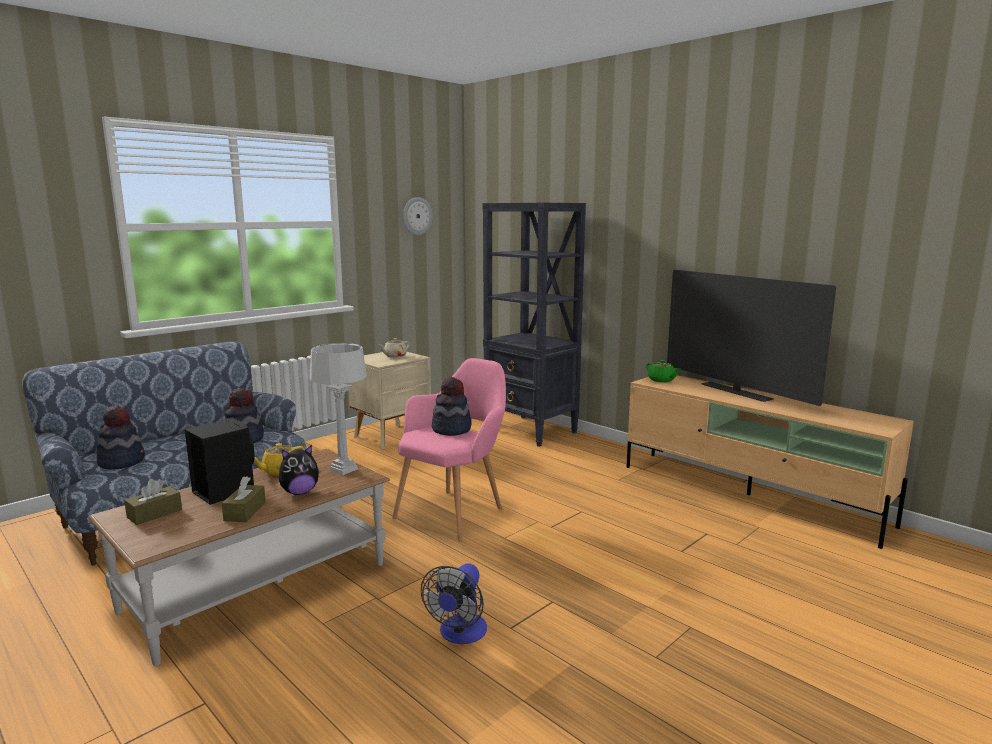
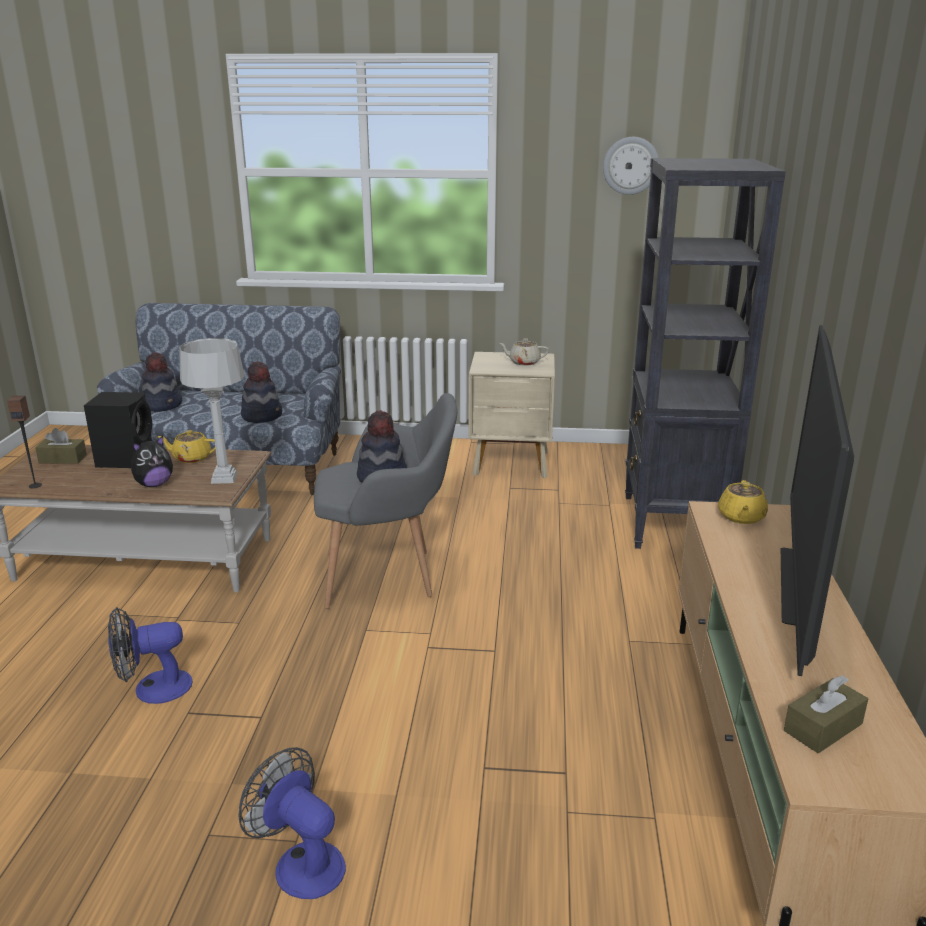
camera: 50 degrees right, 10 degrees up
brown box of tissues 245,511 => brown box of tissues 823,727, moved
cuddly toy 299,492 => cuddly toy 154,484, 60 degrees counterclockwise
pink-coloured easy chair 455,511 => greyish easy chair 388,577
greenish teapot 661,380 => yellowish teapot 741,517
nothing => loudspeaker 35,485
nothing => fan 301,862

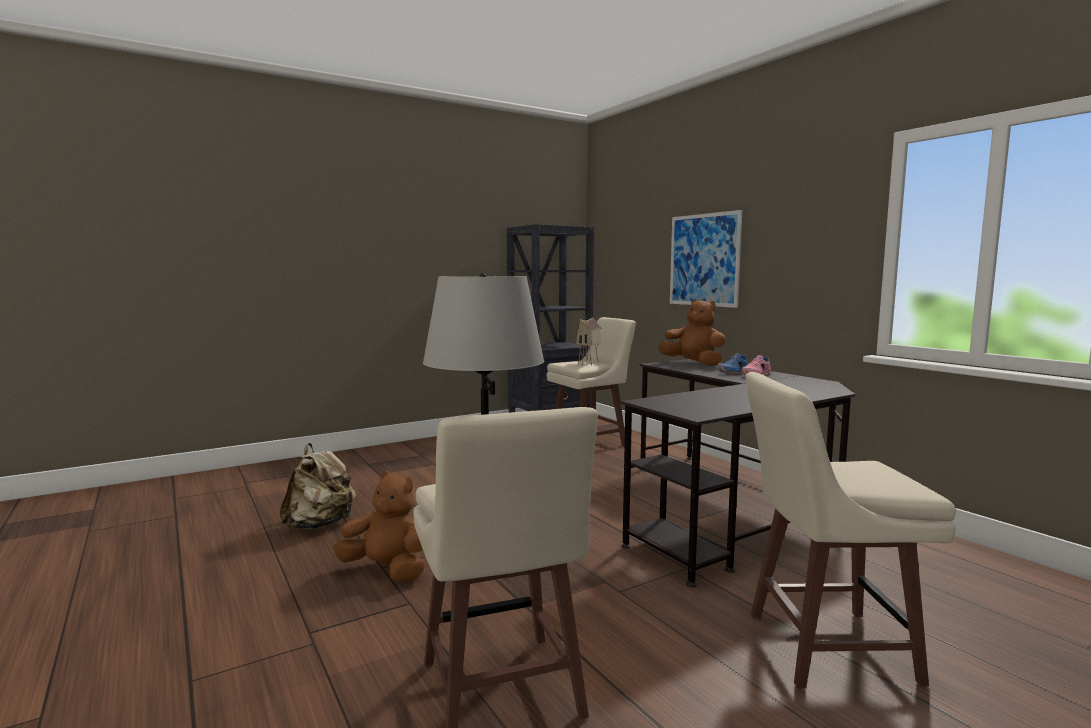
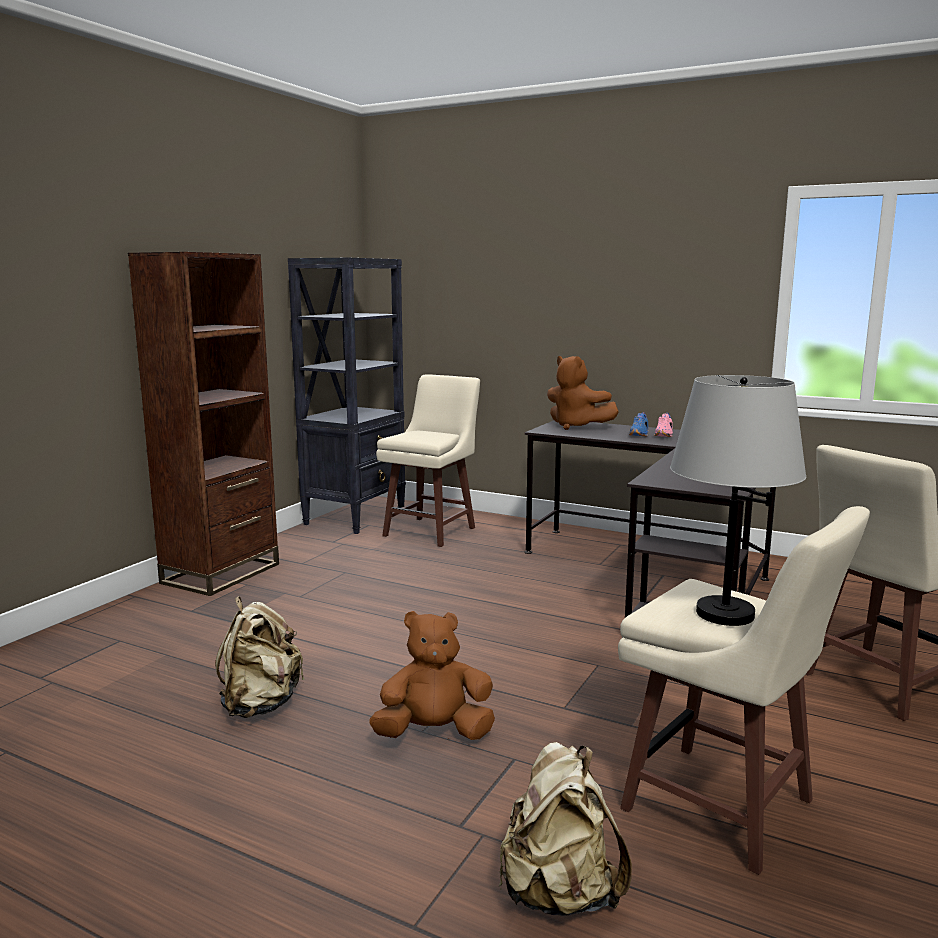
camera: 30 degrees left, 5 degrees up
model house 589,363 => nothing
brown cuddly toy 693,364 => brown cuddly toy 576,426, 150 degrees counterclockwise
wall picture 704,260 => nothing
nothing => brown bookshelf 221,573
nothing => sand-coloured backpack 559,893

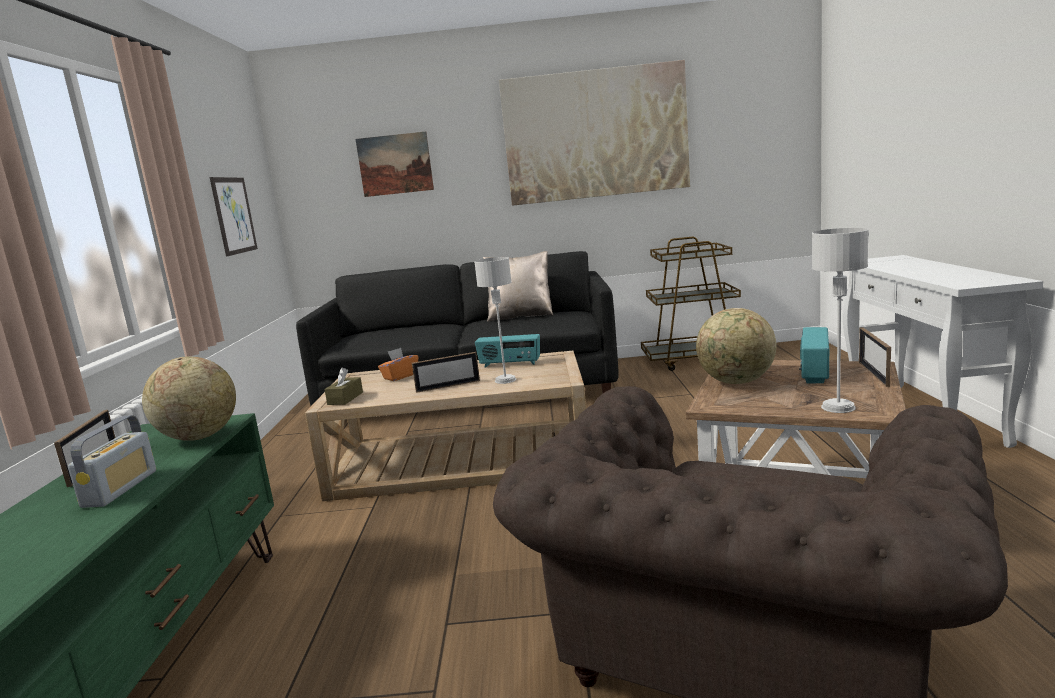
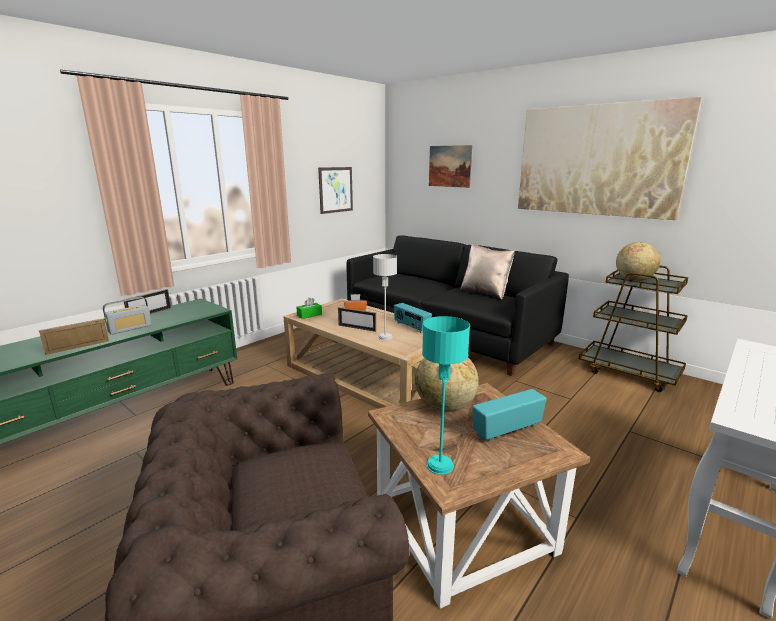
camera: 40 degrees right, 5 degrees up
desk globe 199,437 => desk globe 633,280, moved
brown box of tissues 345,398 => greenish box of tissues 309,315
greyish lamp for a table 838,407 => blue-green lamp for a table 440,465
photo frame 873,374 => photo frame 78,347, moved

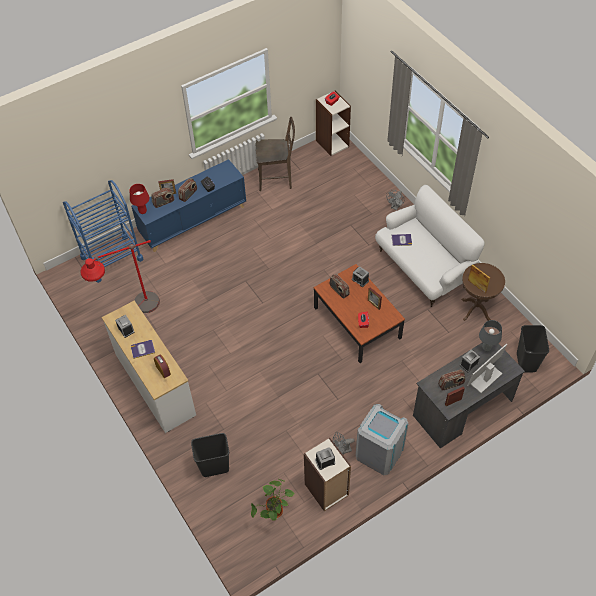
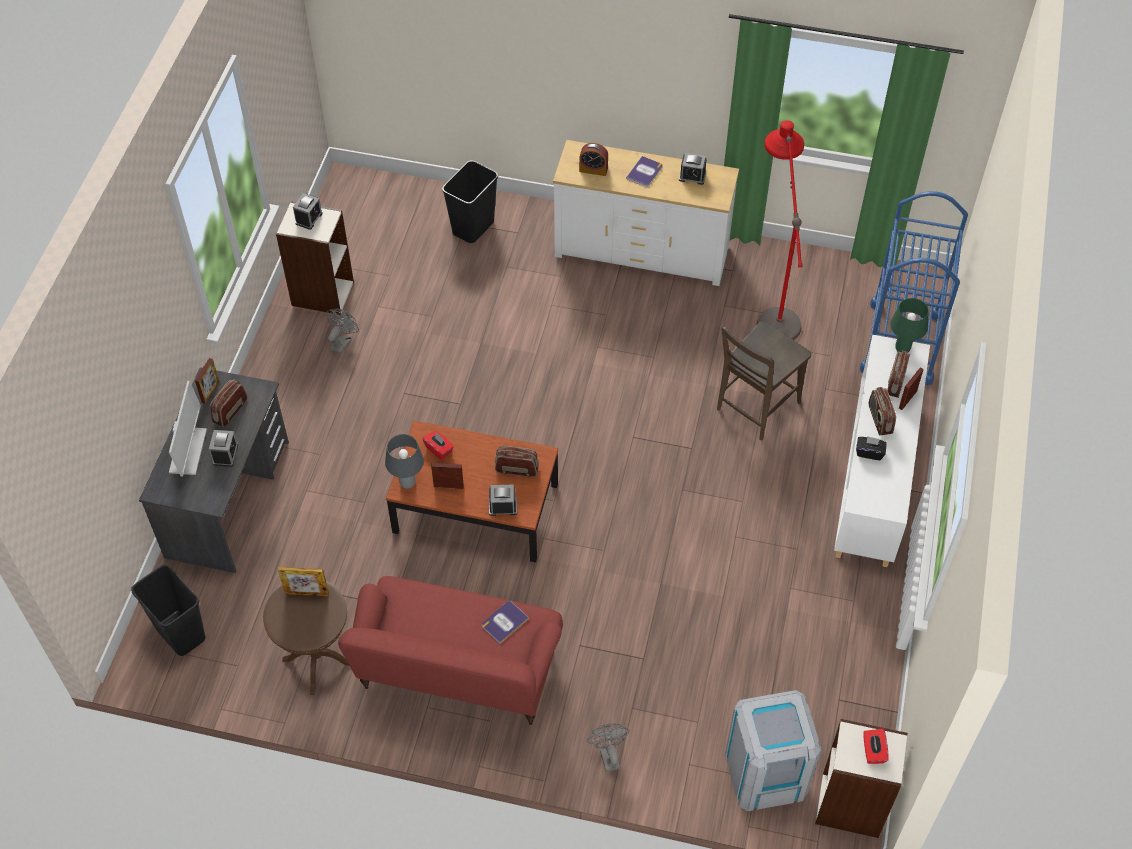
camera: 135 degrees right, 0 degrees up
red lamp for a table 143,211 => greenish lamp for a table 902,349
bluish cabinet 193,221 => white-coloured cabinet 874,476
potted plant 274,513 => nothing
brown chair 277,179 => brown chair 755,408, moved
greyish waste bin 379,452 => greyish waste bin 766,773, moved
white-coloured sofa 423,268 => red sofa 458,672
greyish lamp for a table 486,347 => greyish lamp for a table 407,483, moved

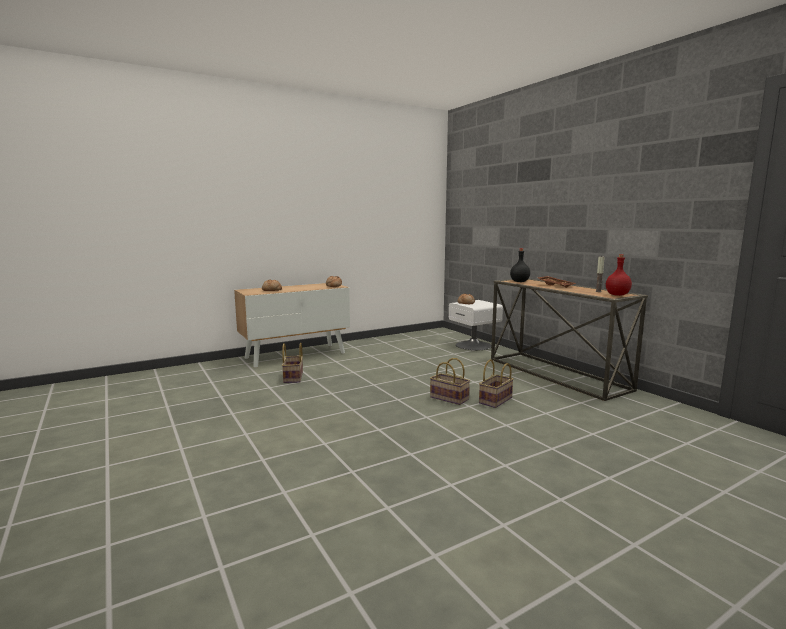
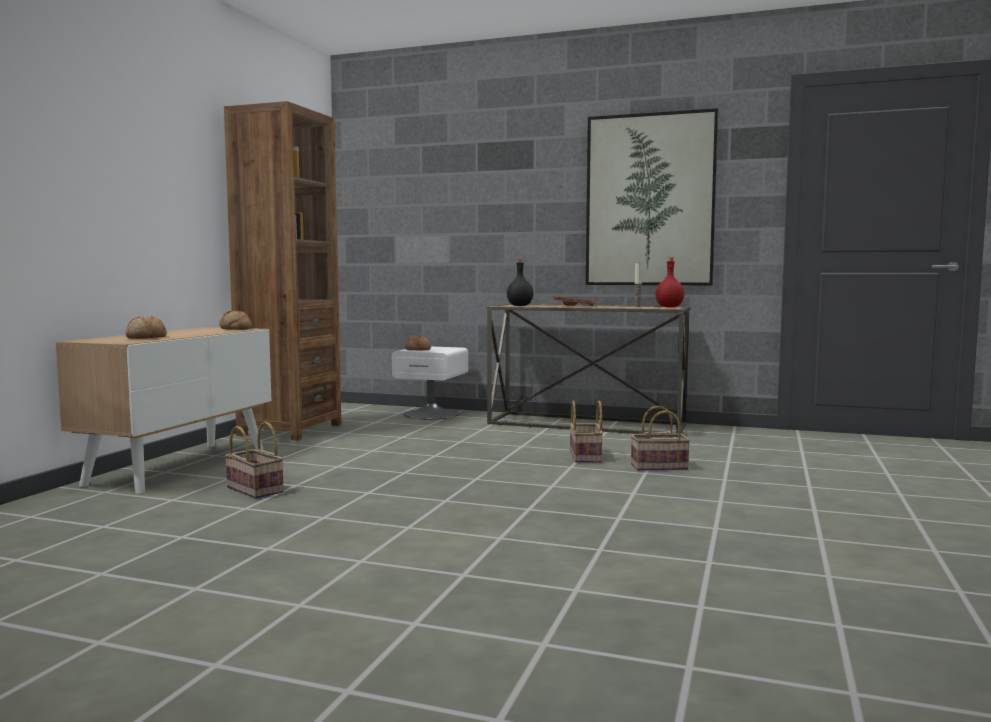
camera: 40 degrees left, 5 degrees down
household basket 448,398 => household basket 658,467, moved
nothing => brown bookshelf 290,430
nothing => wall picture 650,200

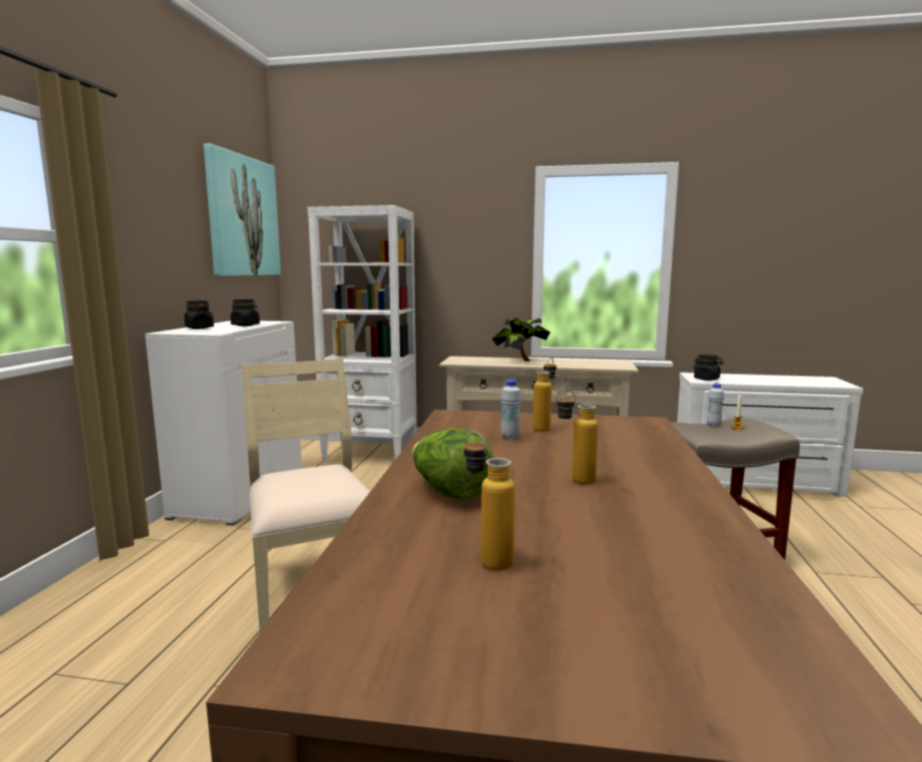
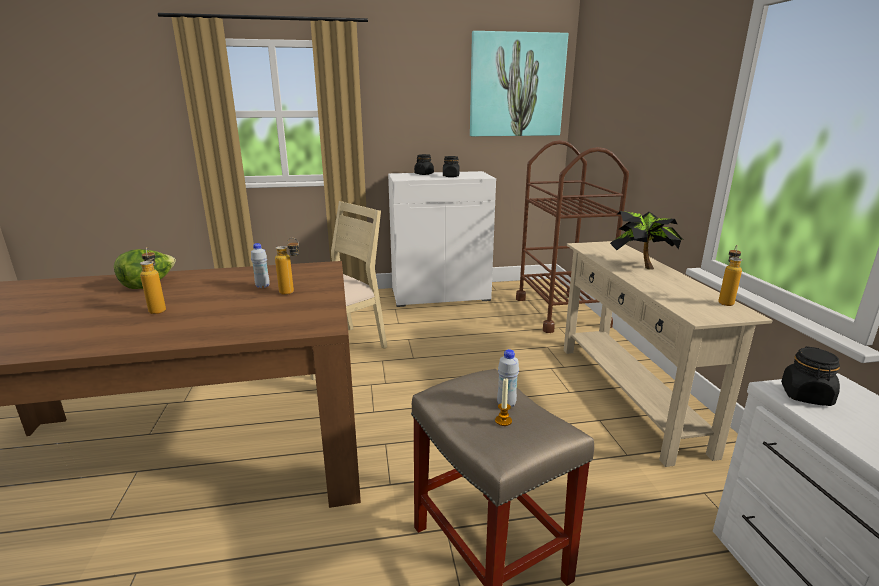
camera: 70 degrees right, 10 degrees up
white-coloured bookshelf 371,454 => brown wheeled cart 561,312
drink bottle 486,559 => drink bottle 725,301, moved

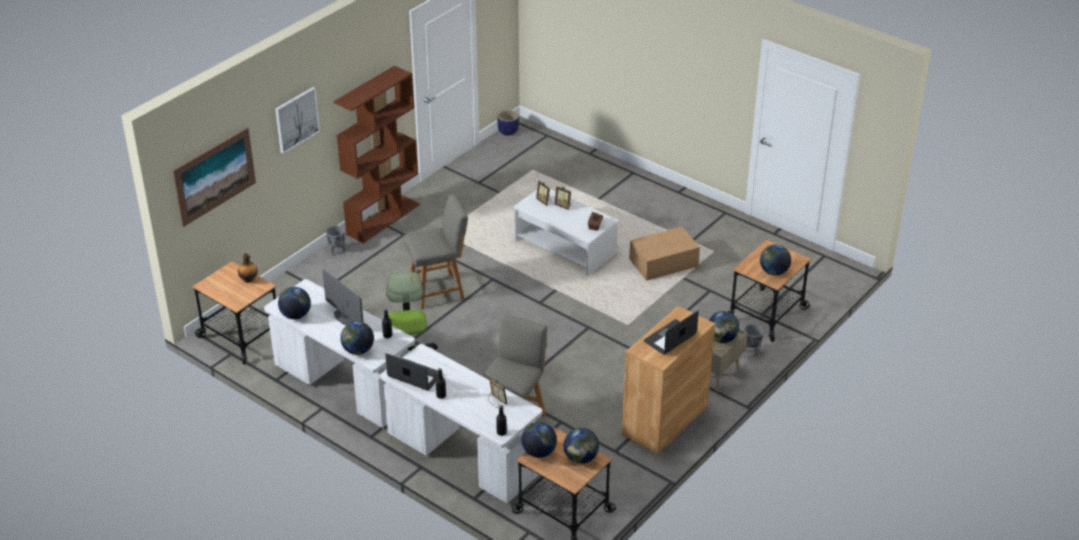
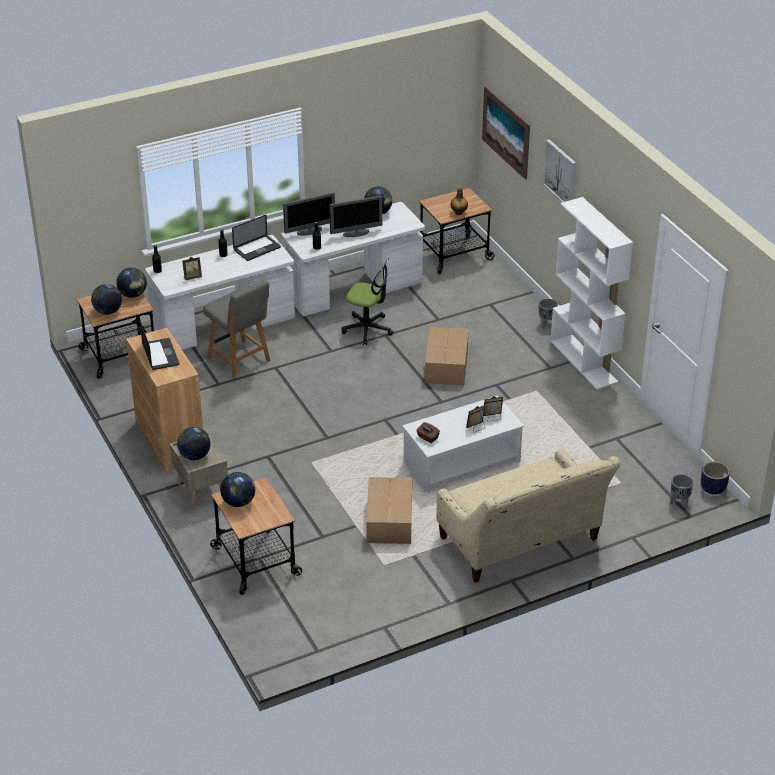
camera: 115 degrees right, 0 degrees up
brown bookshelf 383,219 => white-coloured bookshelf 584,361
desk globe 358,350 => monitor 309,231
greyish chair 438,290 => cardboard box 445,366
greyish planter 751,351 => greyish planter 679,503, moved
nothing => sand-coloured sofa 522,543

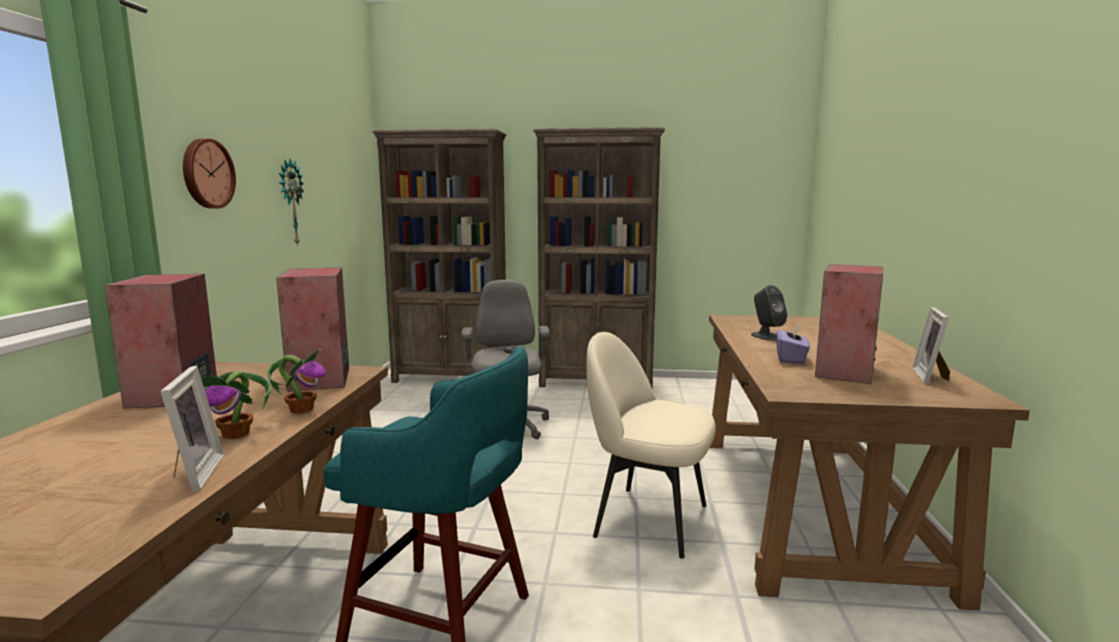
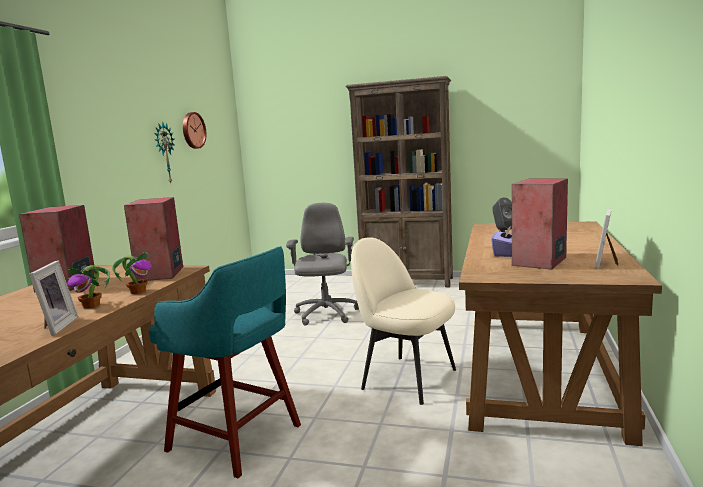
camera: 10 degrees right, 0 degrees up
clock on the wall 206,173 => clock on the wall 192,130, moved
brown bookshelf 451,378 => nothing

